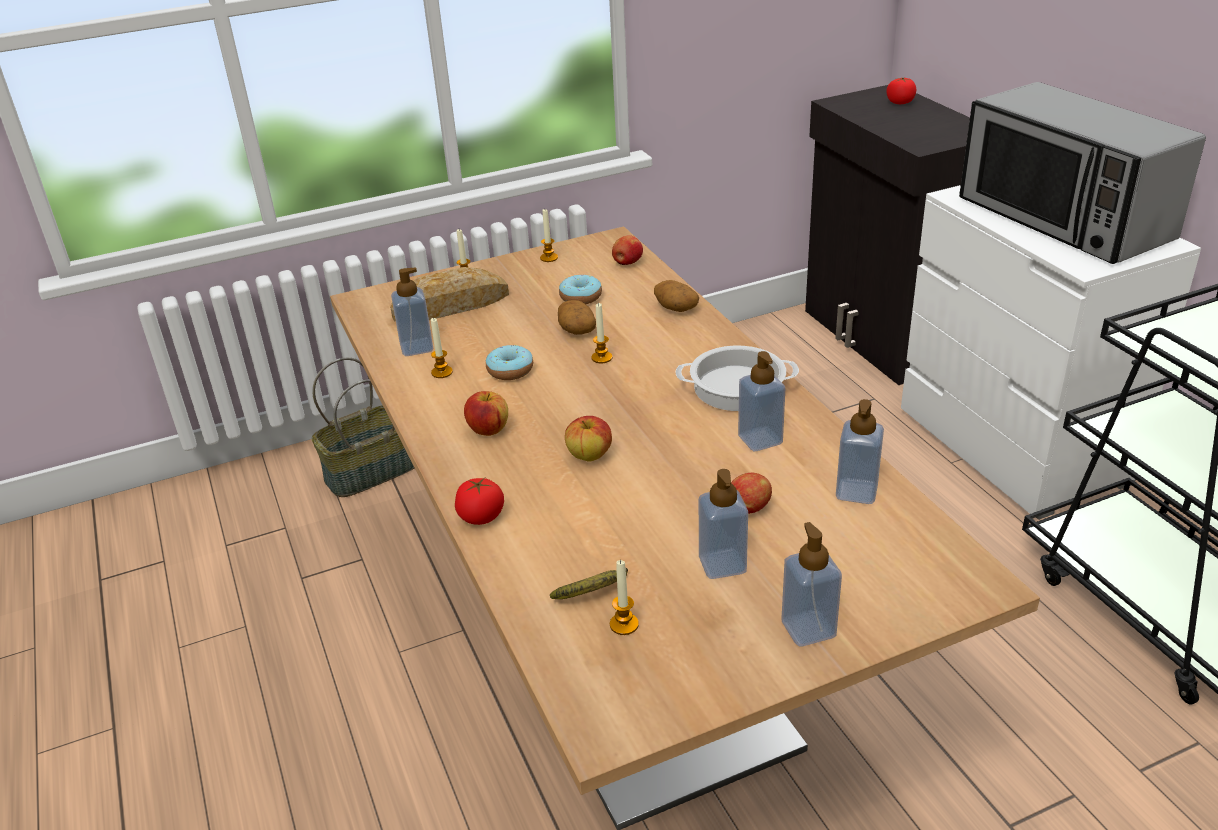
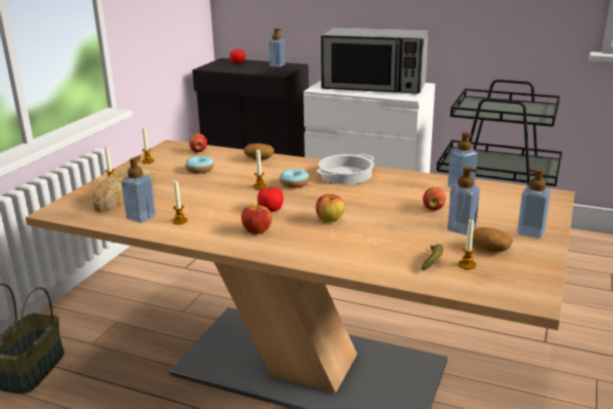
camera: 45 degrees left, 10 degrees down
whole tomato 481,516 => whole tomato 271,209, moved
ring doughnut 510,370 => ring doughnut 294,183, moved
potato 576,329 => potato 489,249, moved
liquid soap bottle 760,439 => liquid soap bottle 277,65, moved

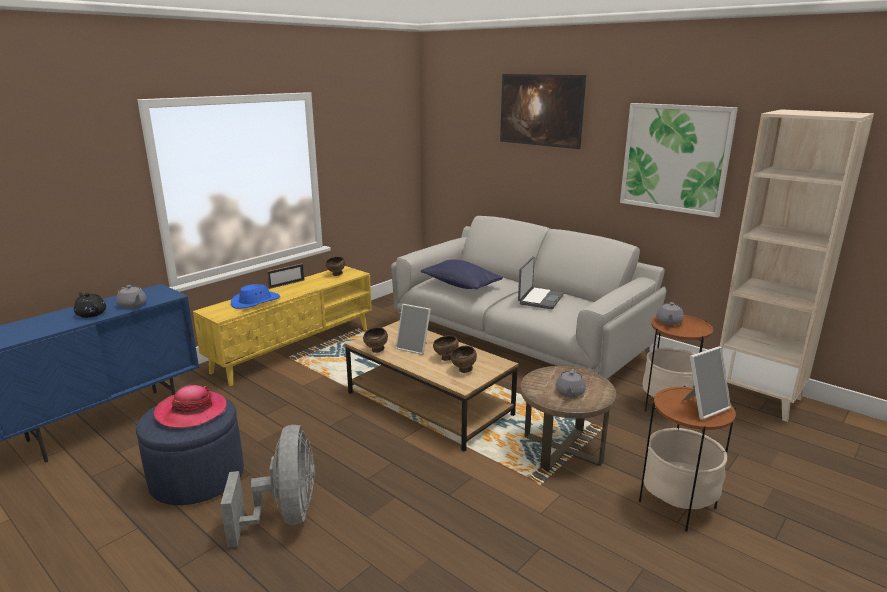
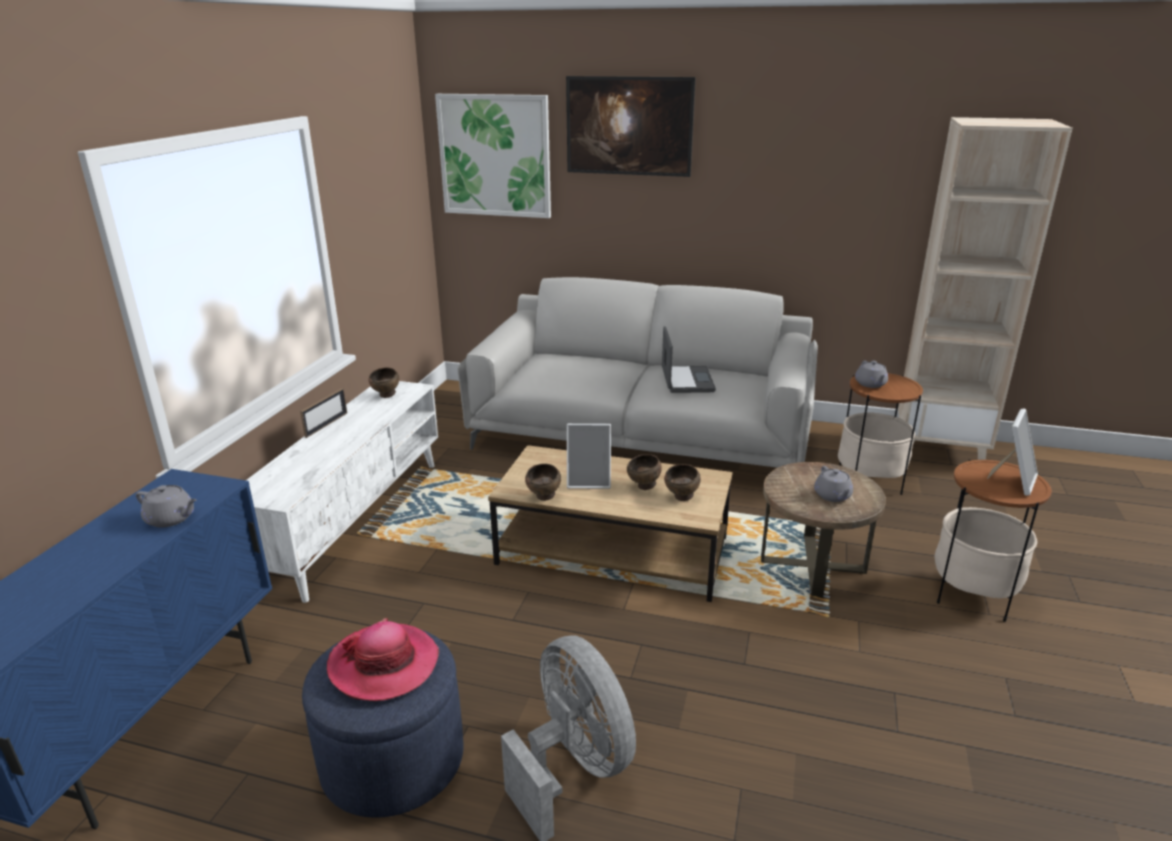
camera: 25 degrees left, 5 degrees up
black-coloured teapot 91,313 => nothing
yellowish tv stand 294,349 => white-coloured tv stand 354,520
bluish clothing hat 255,302 => nothing
bluish throw pillow 461,285 => nothing
wall picture 675,158 => wall picture 495,156, moved

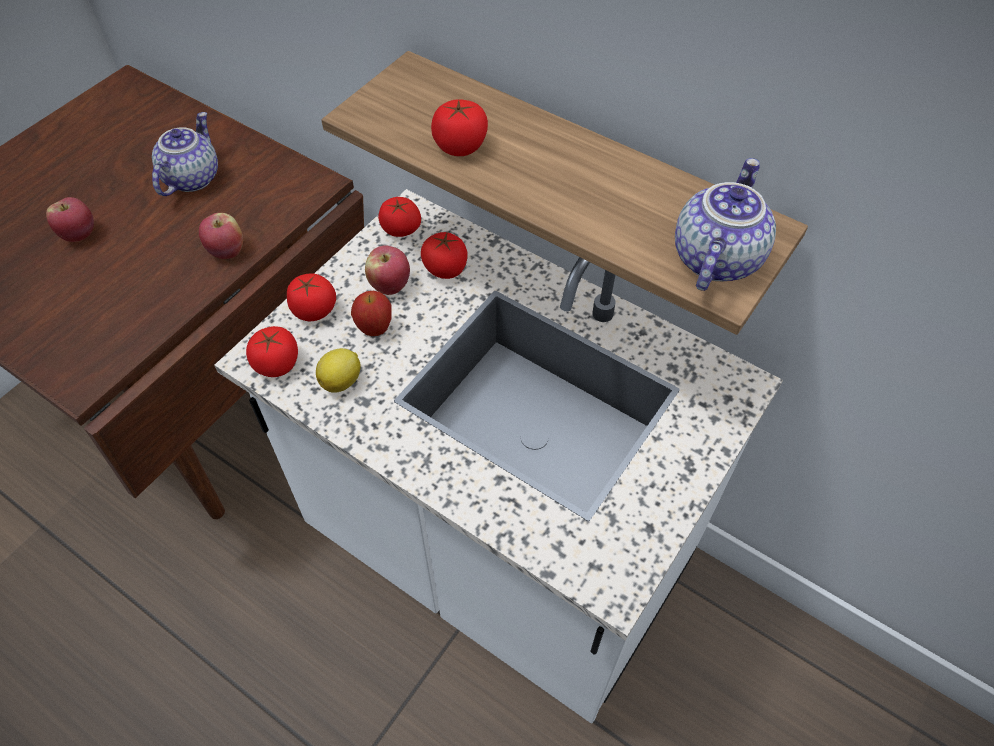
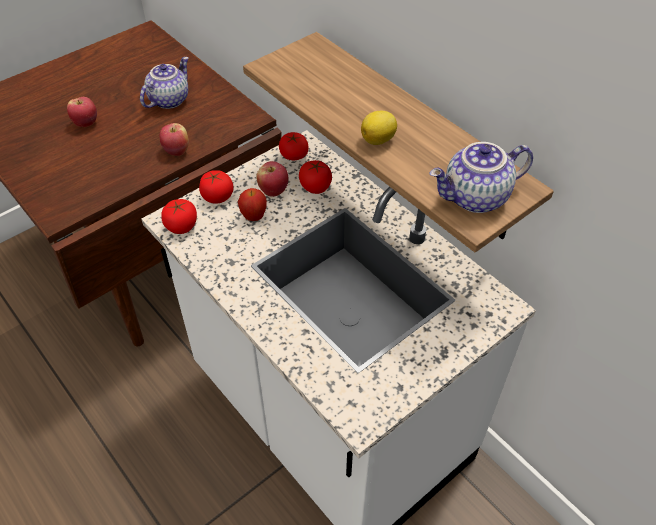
camera: 15 degrees right, 5 degrees down
citrus fruit 342,381 => citrus fruit 379,140, moved
whole tomato 460,146 => nothing
teapot 714,257 => teapot 475,198, 150 degrees counterclockwise

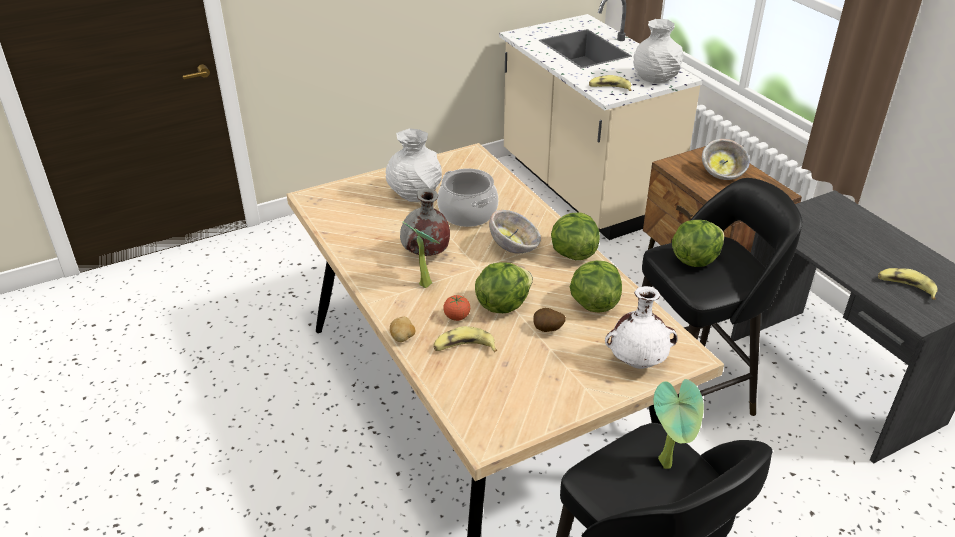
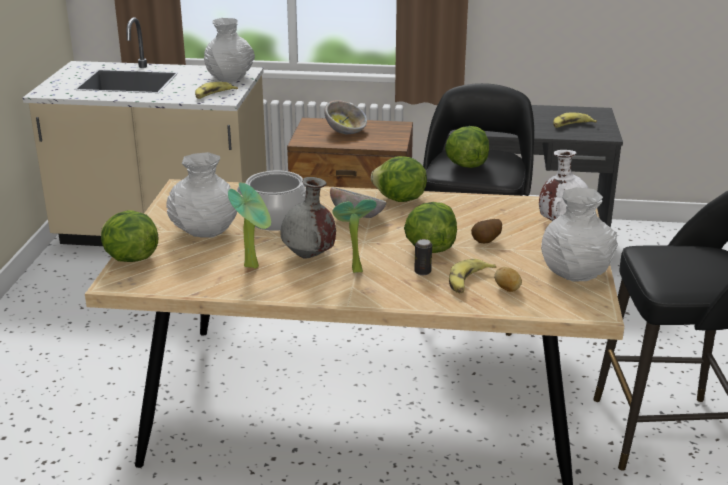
camera: 55 degrees left, 10 degrees down
potato 403,338 => potato 507,289, moved
whole tomato 457,317 => can 422,272
head of lettuce 593,303 => head of lettuce 130,258, moved
potted plant 669,463 => potted plant 254,265, moved
nothing => white-coloured vase 576,273

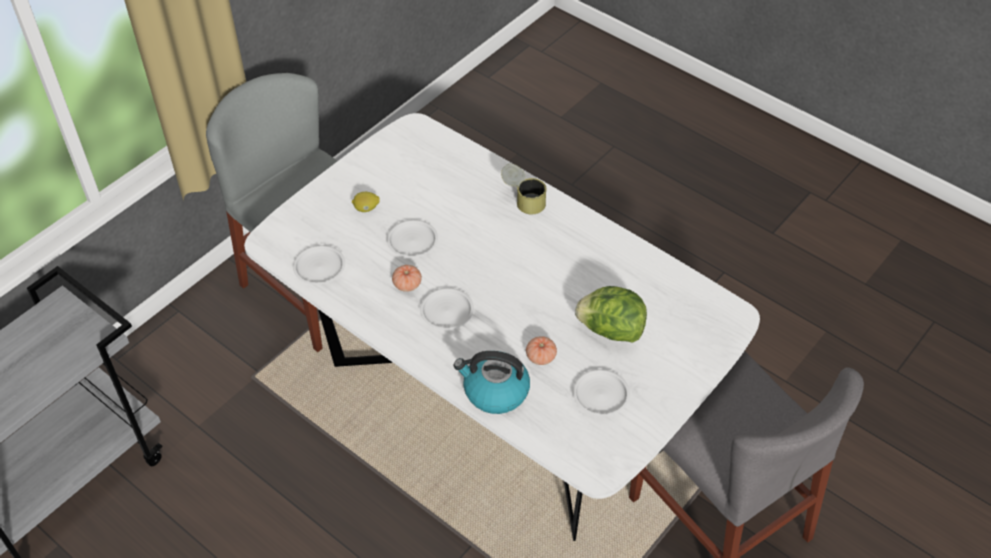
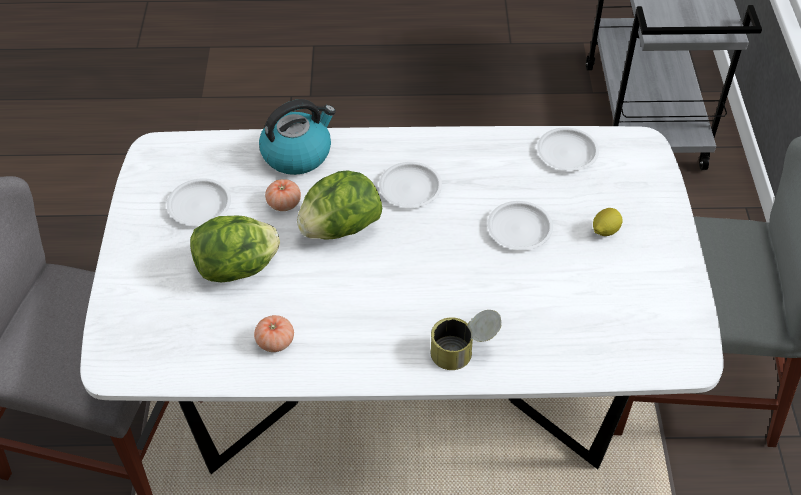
camera: 140 degrees right, 0 degrees up
whole tomato 407,284 => whole tomato 275,341, moved
nothing => head of lettuce 340,228

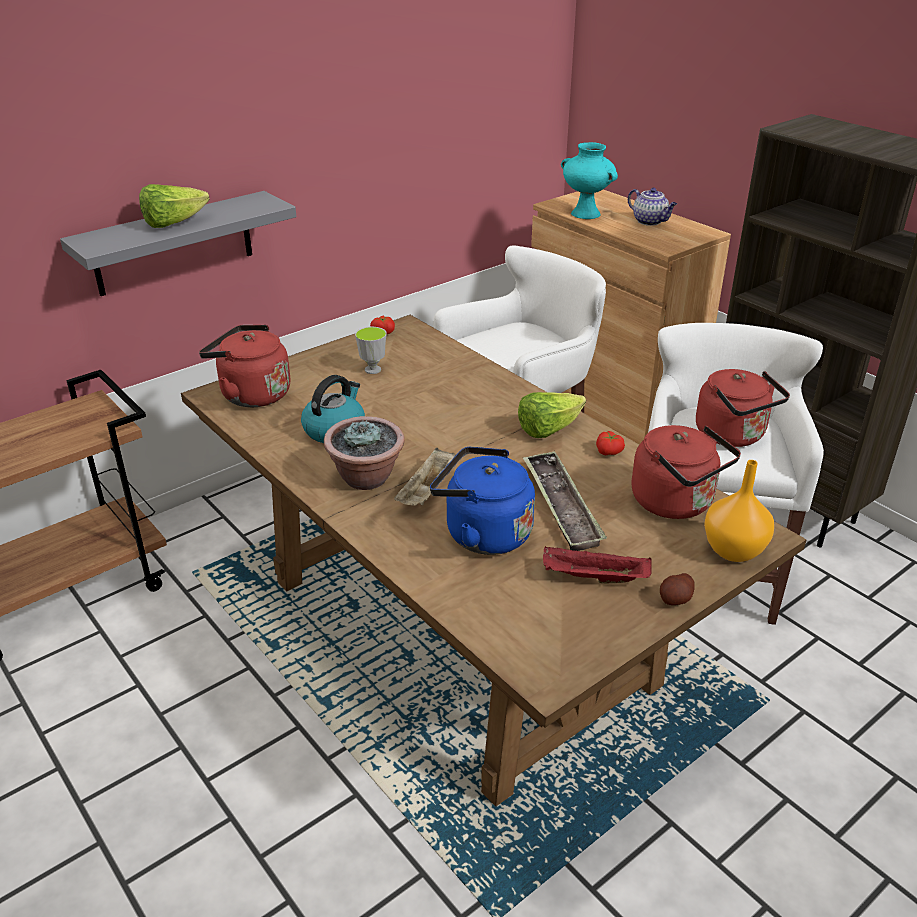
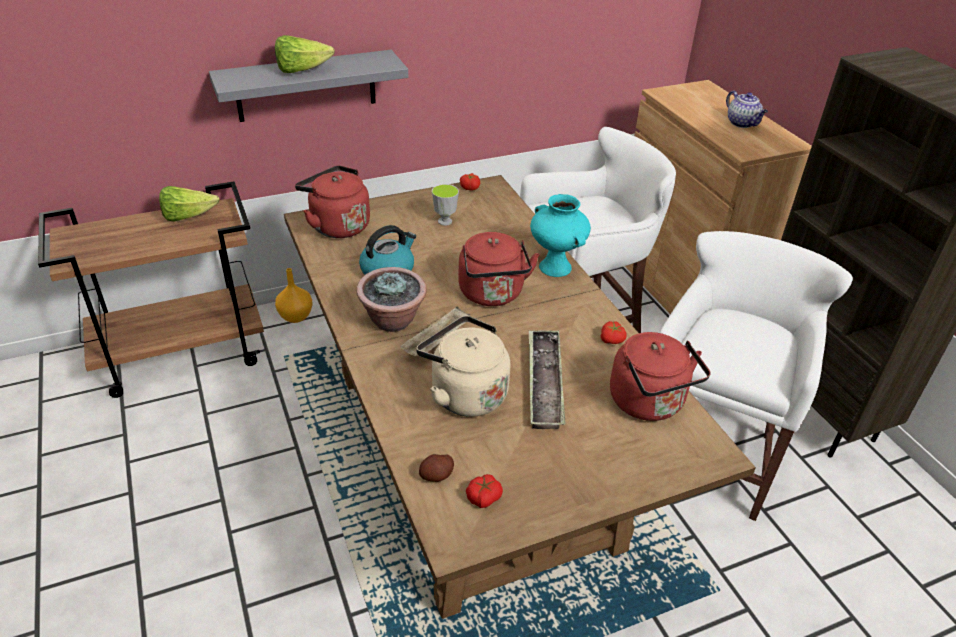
camera: 15 degrees right, 5 degrees up
bluish kettle 482,533 => sand-coloured kettle 464,393
head of lettuce 548,429 => head of lettuce 187,216, moved
red serving tray 593,578 => nothing
blue-green vase 586,214 => blue-green vase 556,267, moved
potato 675,599 => potato 436,475, moved
red kettle 733,436 => red kettle 492,295, moved
orange vase 733,551 => orange vase 295,317, moved
nothing => whole tomato 483,497

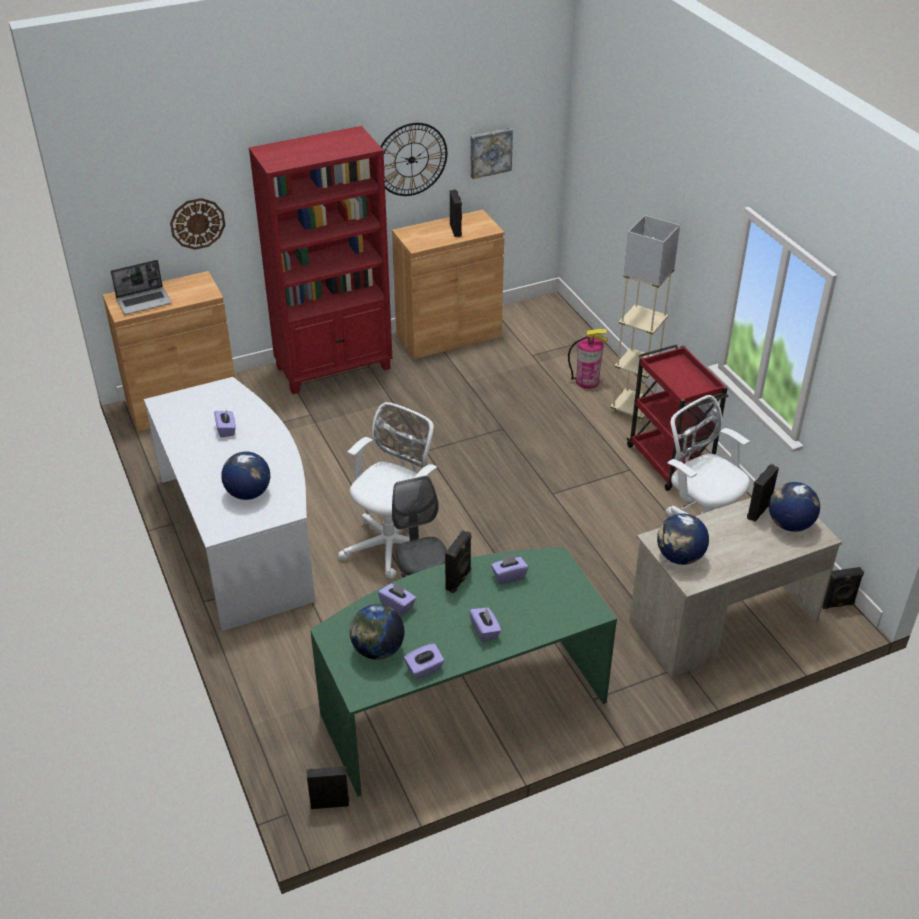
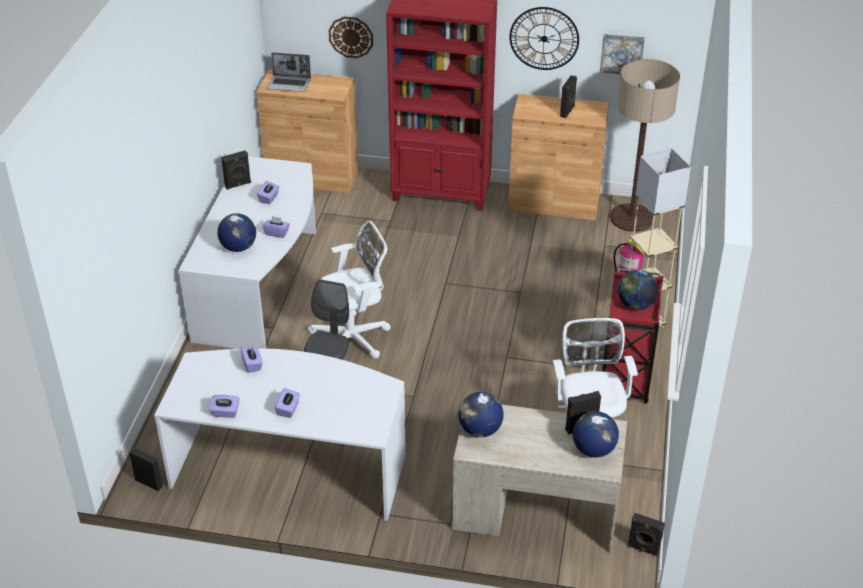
camera: 35 degrees right, 0 degrees up
greenish desk table 460,702 => white-coloured desk table 290,466
desk globe 378,650 => desk globe 635,305, moved
black-coloured loudspeaker 459,580 => black-coloured loudspeaker 238,185, moved
purple box of tissues 509,576 => purple box of tissues 277,233, moved
nothing => floor lamp 632,218

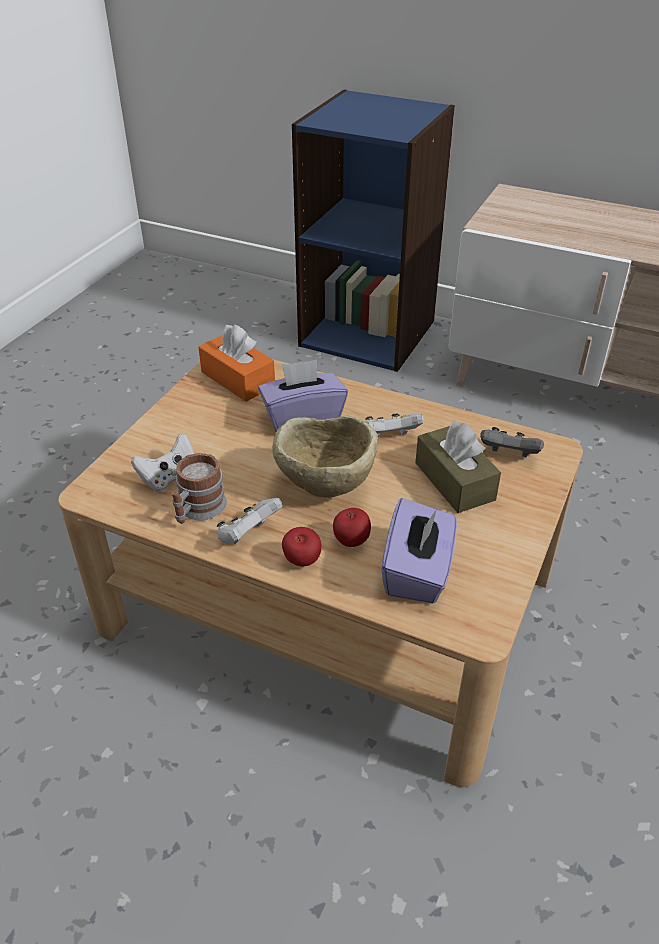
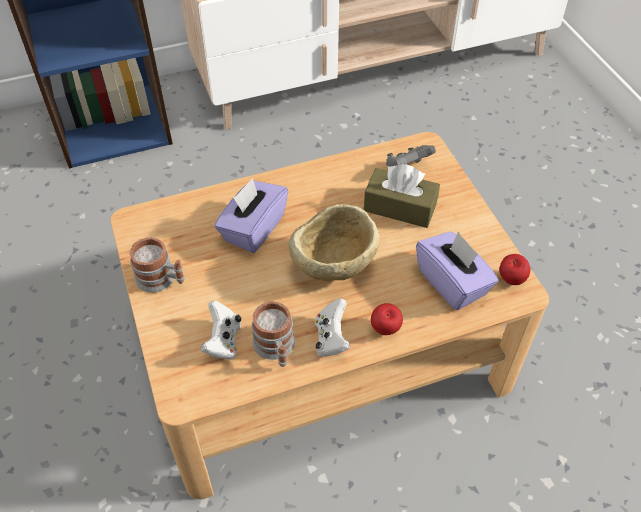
camera: 45 degrees left, 10 degrees up
orange box of tissues 238,379 => nothing
apple 351,542 => apple 510,280, moved
white-coloured joypad 389,438 => nothing
nothing => mug 161,279

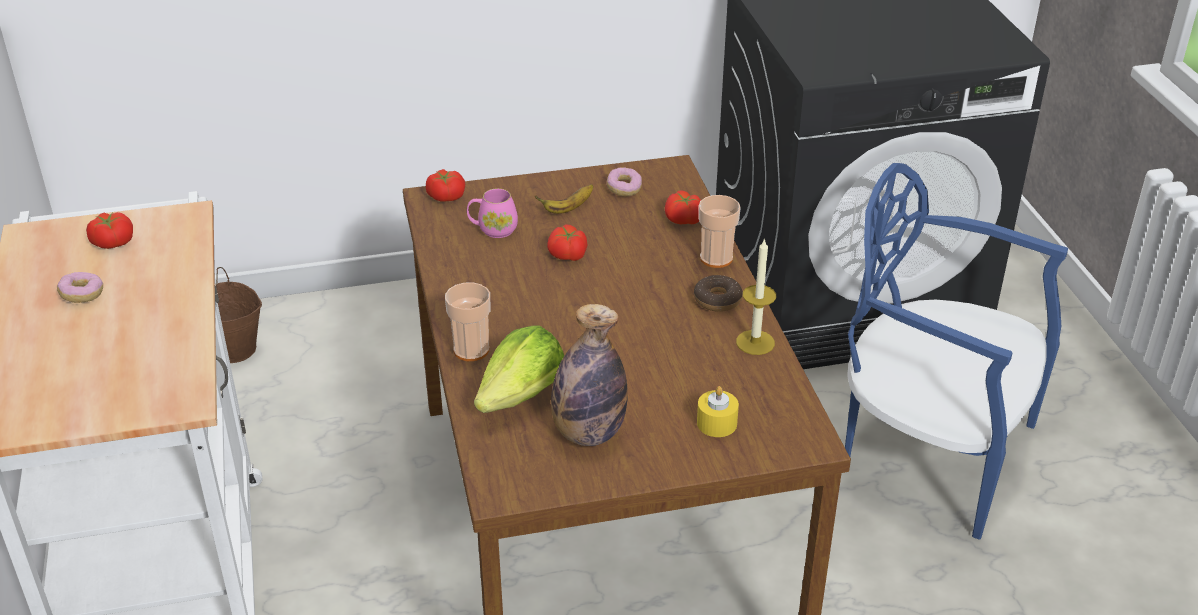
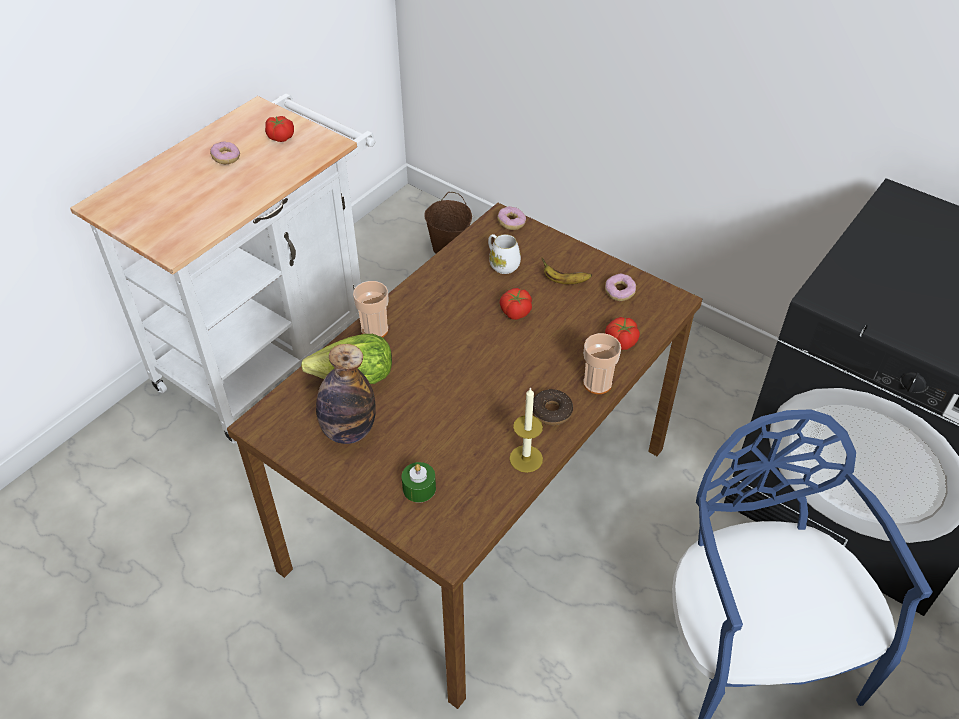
camera: 50 degrees right, 10 degrees up
whole tomato 446,196 => ring doughnut 511,223
pink-coloured mug 493,230 => white-coloured mug 501,264
yellowish candle 716,423 => greenish candle 419,488

